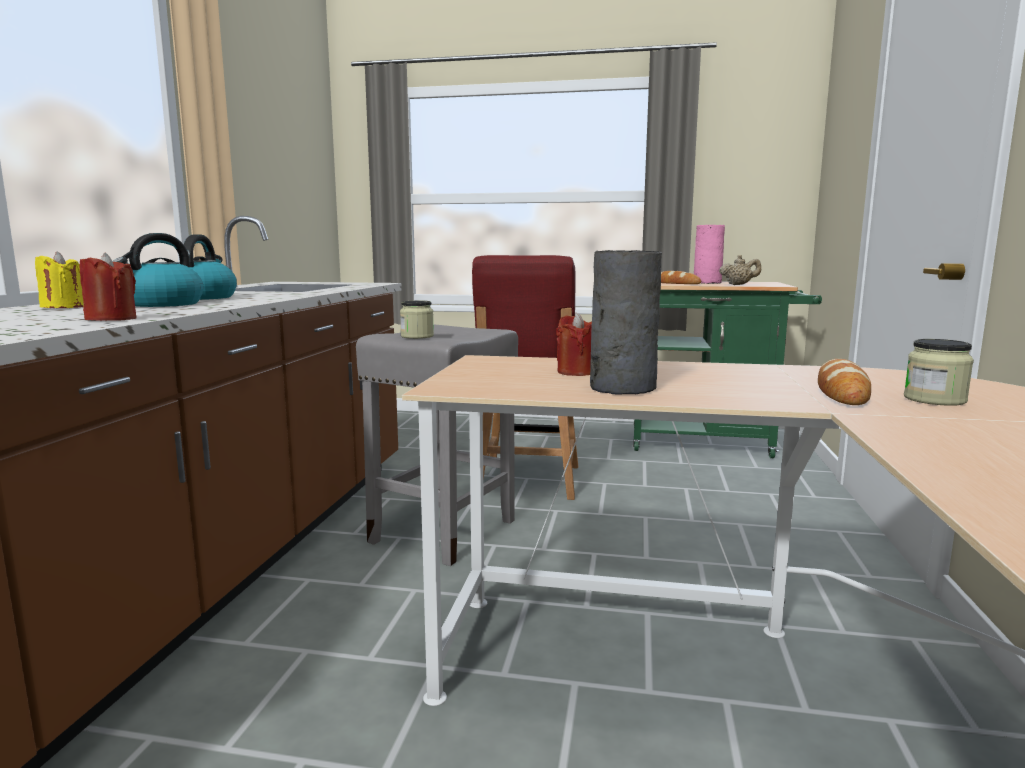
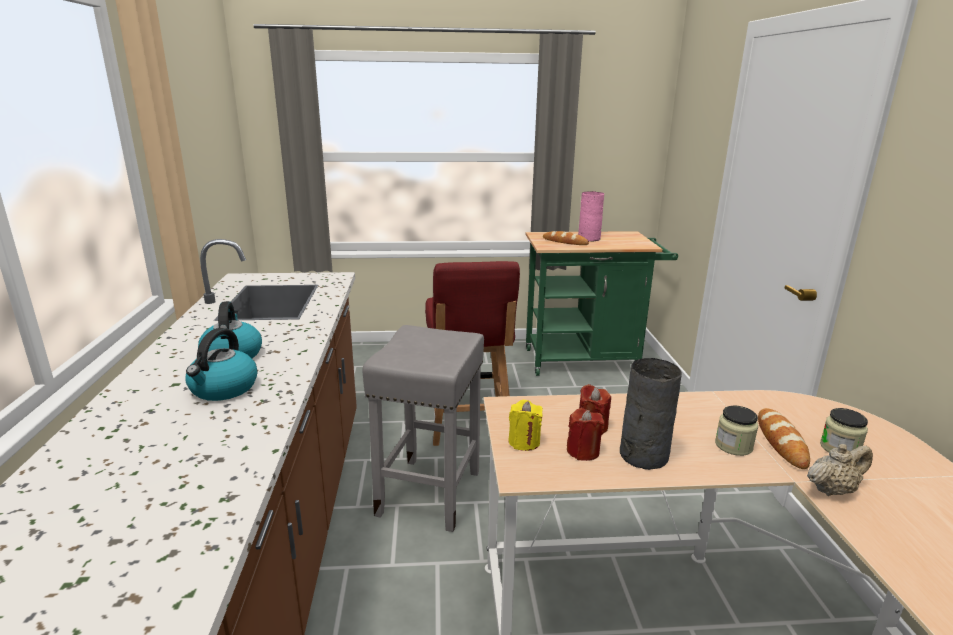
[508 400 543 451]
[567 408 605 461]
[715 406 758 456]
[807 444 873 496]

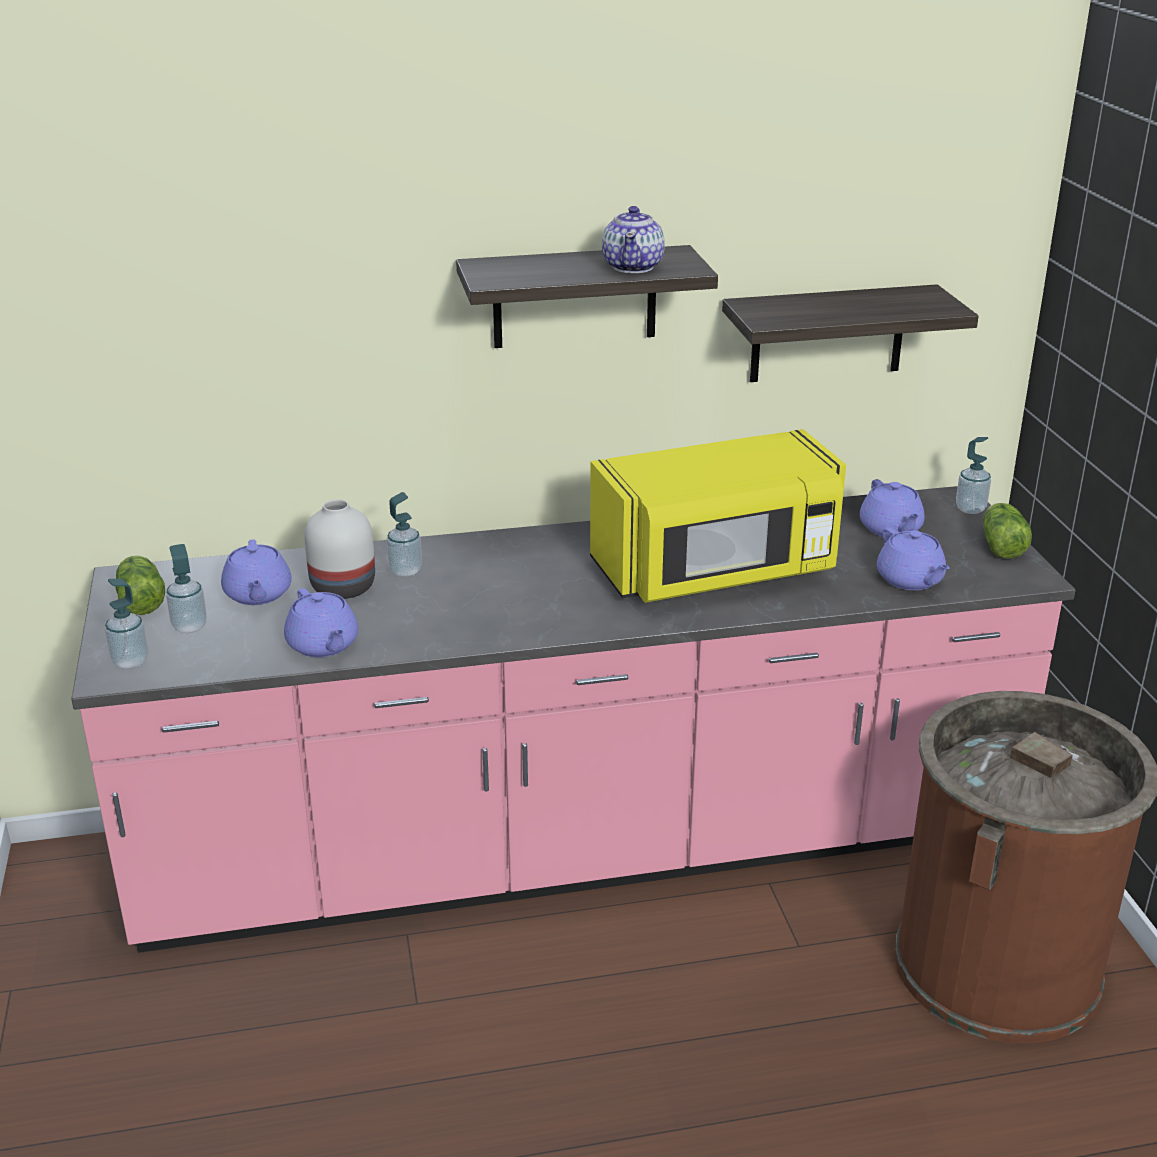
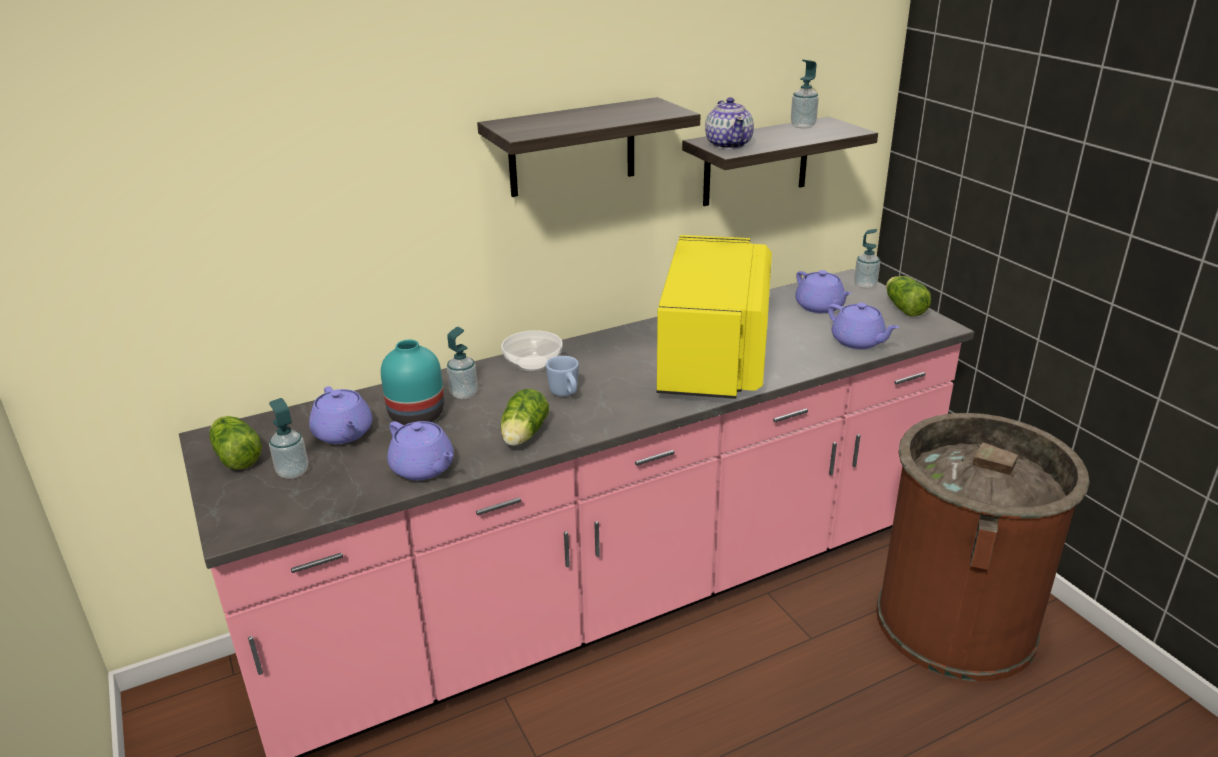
[381 340 444 425]
[500 389 549 446]
[501 330 563 371]
[546 356 579 397]
[656 235 772 399]
[705 97 754 149]
[791 60 819 129]

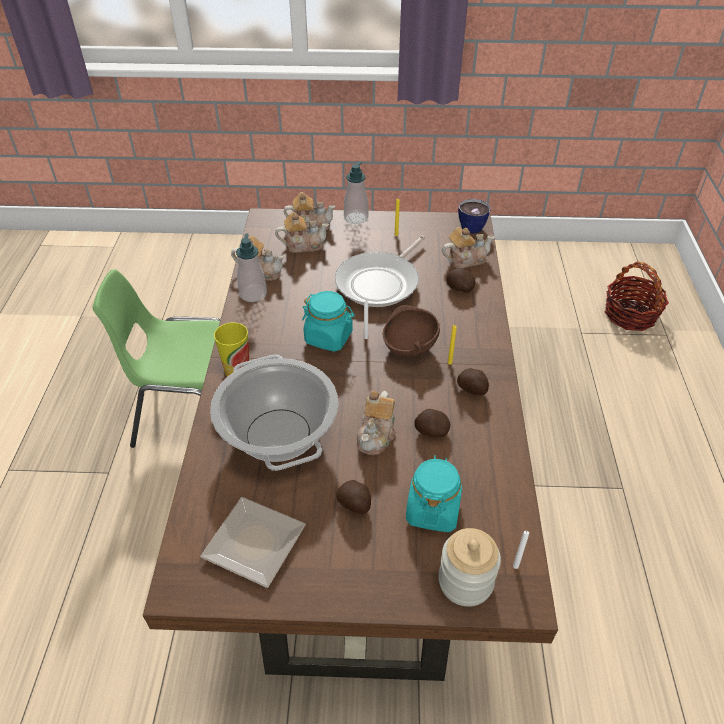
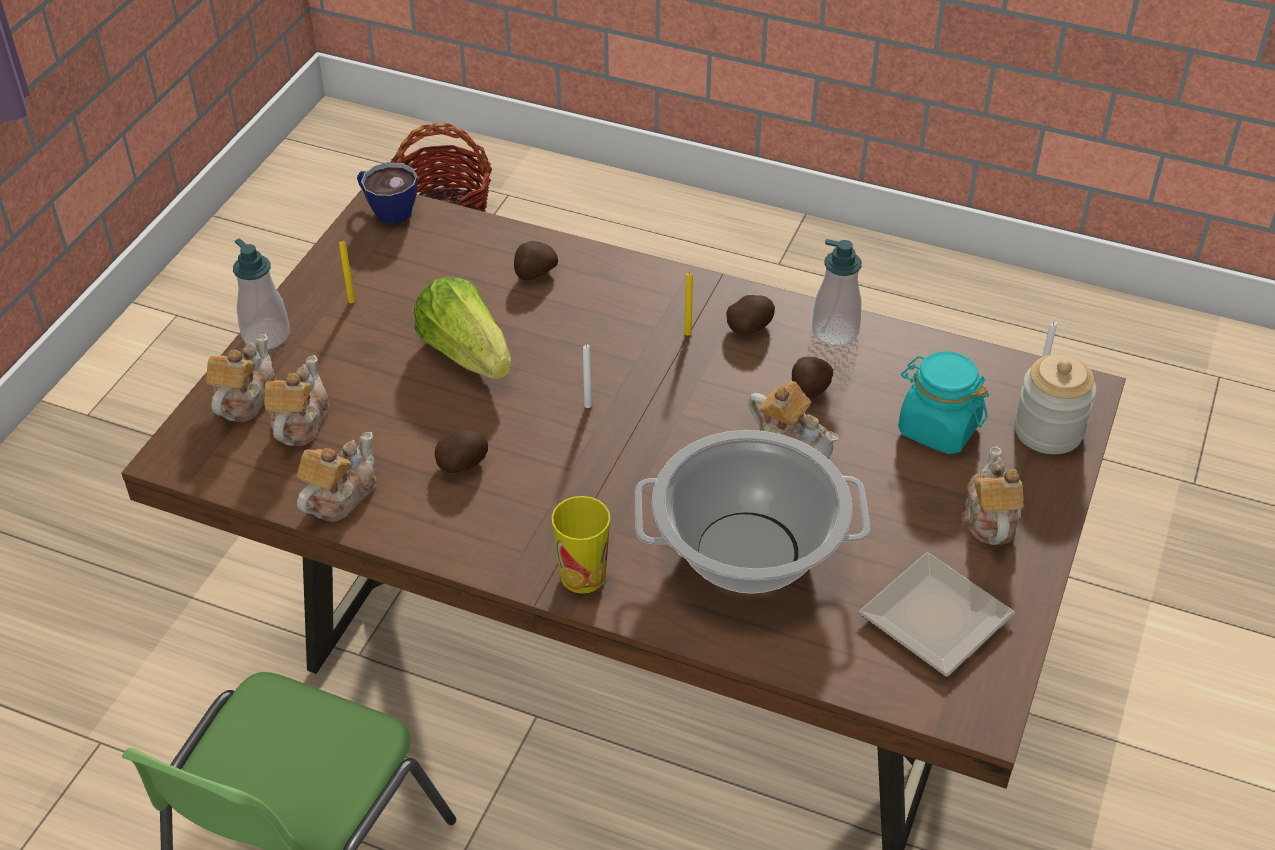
[414 276 512 380]
[435 430 488 473]
[812 239 862 346]
[961 446 1024 545]
[302 291 355 352] (first image)
[383 305 440 357] (first image)

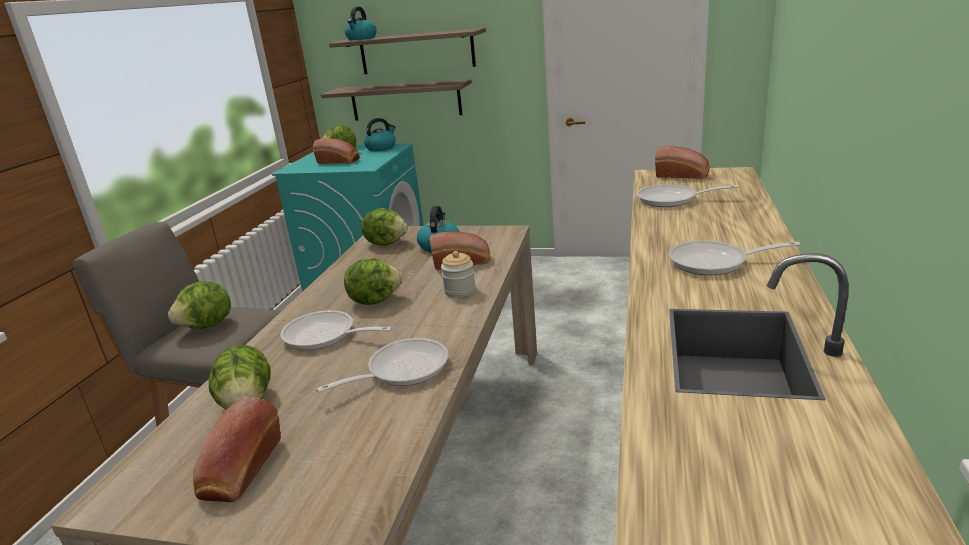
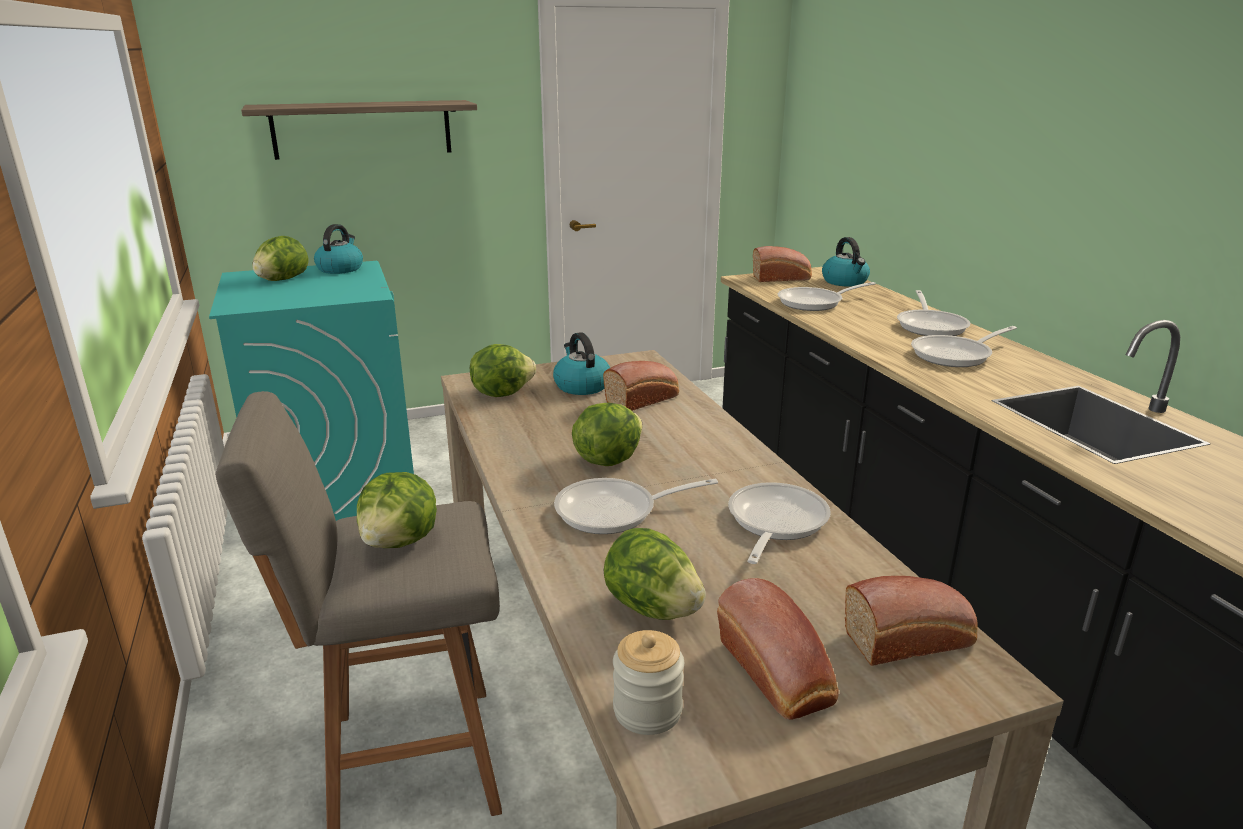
[613 630 684 735]
[822 237 870 287]
[845 576 978 666]
[897 290 970 336]
[321 79 472 121] (first image)

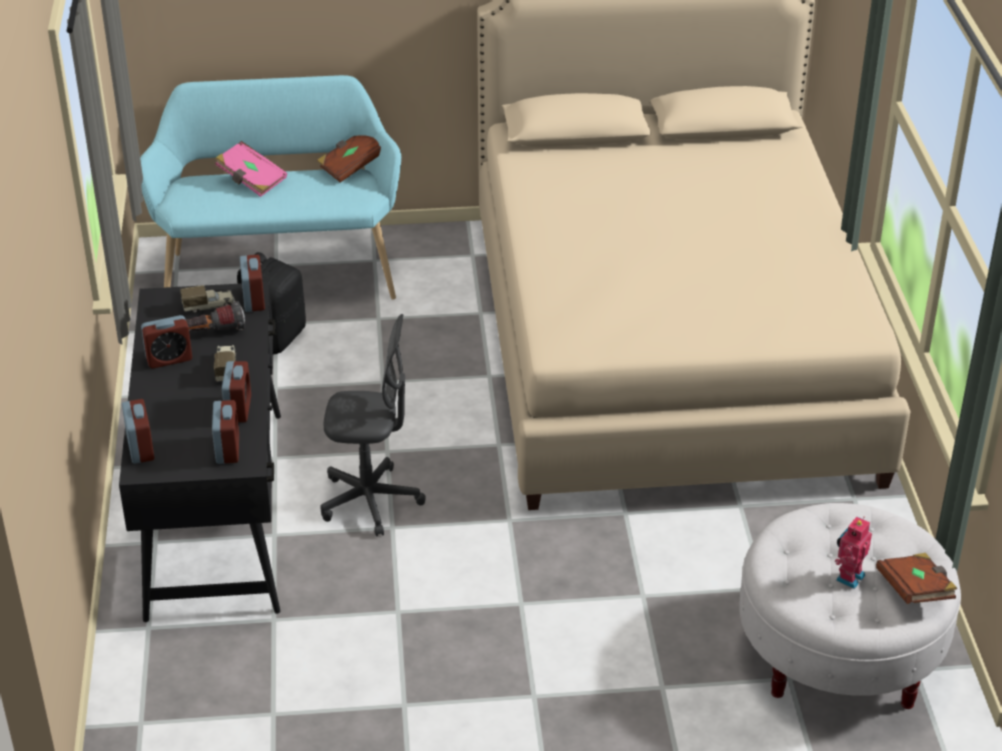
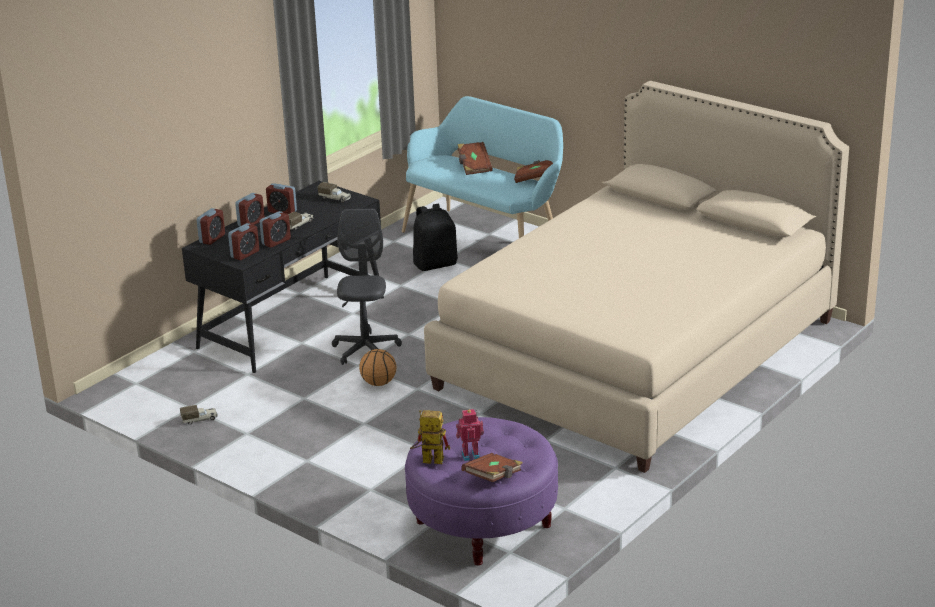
[180 405 218 425]
[235 193 265 226]
[332 209 402 365]
[359 349 396 386]
[405 417 558 565]
[410 410 450 464]
[458 142 493 175]
[186 301 245 332] (first image)

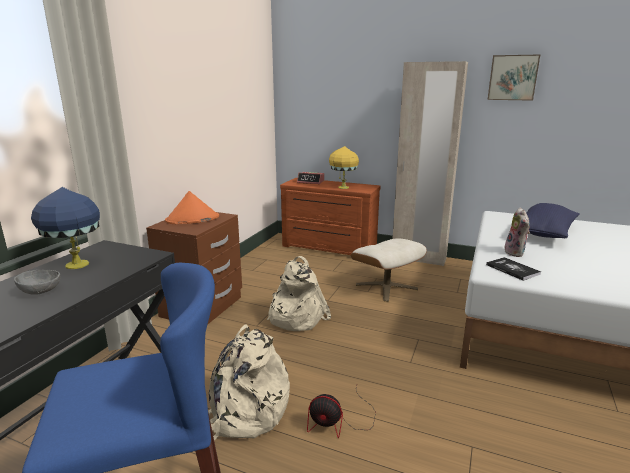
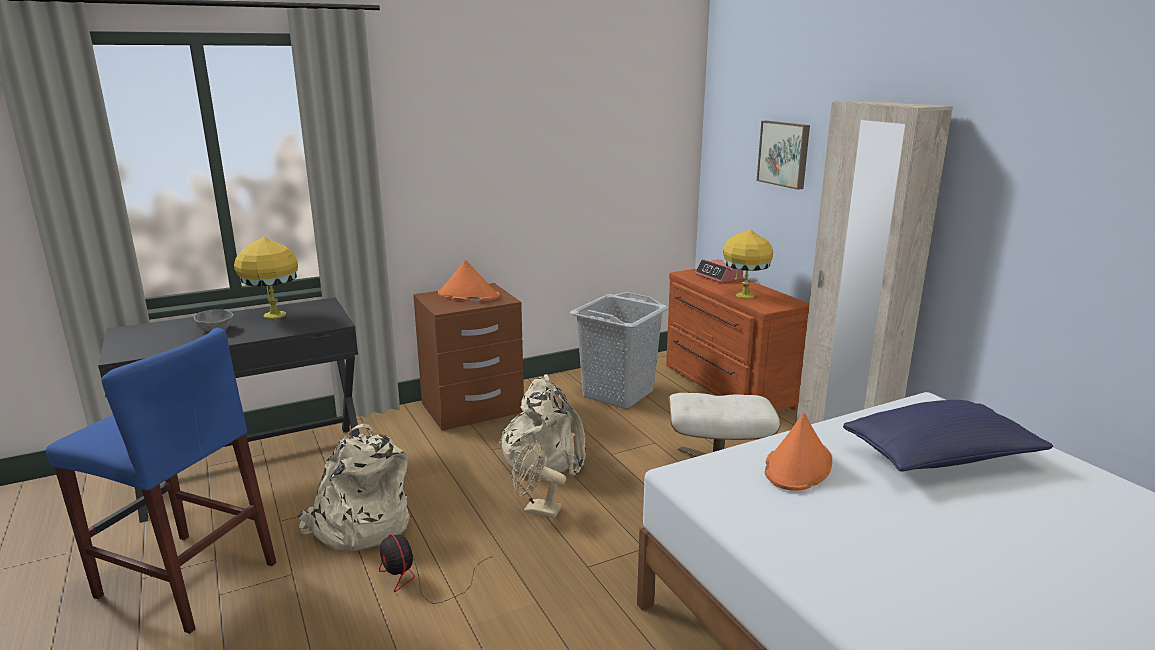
[234 237 298 319]
[512 439 566 518]
[570 292 668 408]
[756 121 810 190]
[765 413 832 491]
[486 257 541 281] (first image)

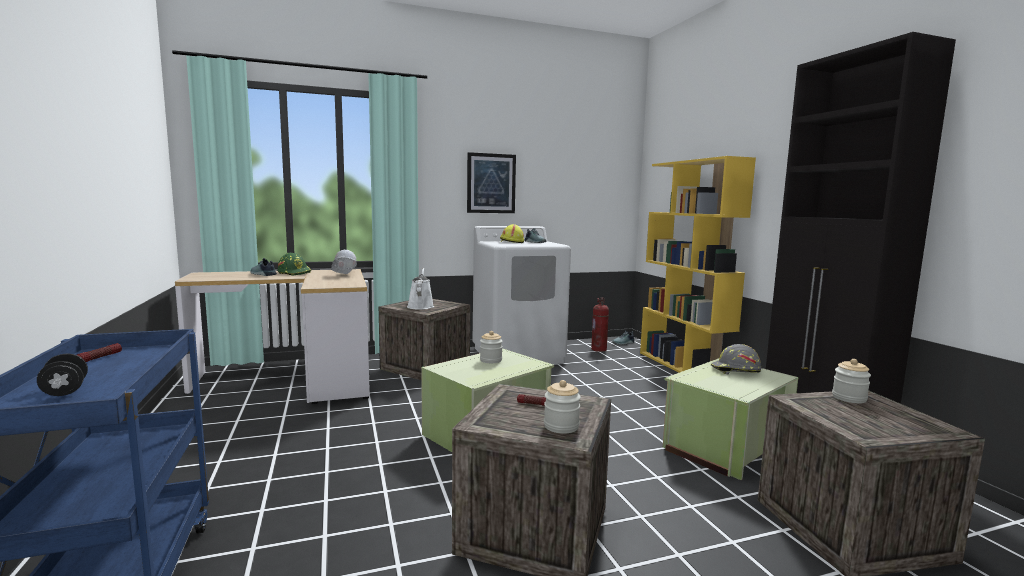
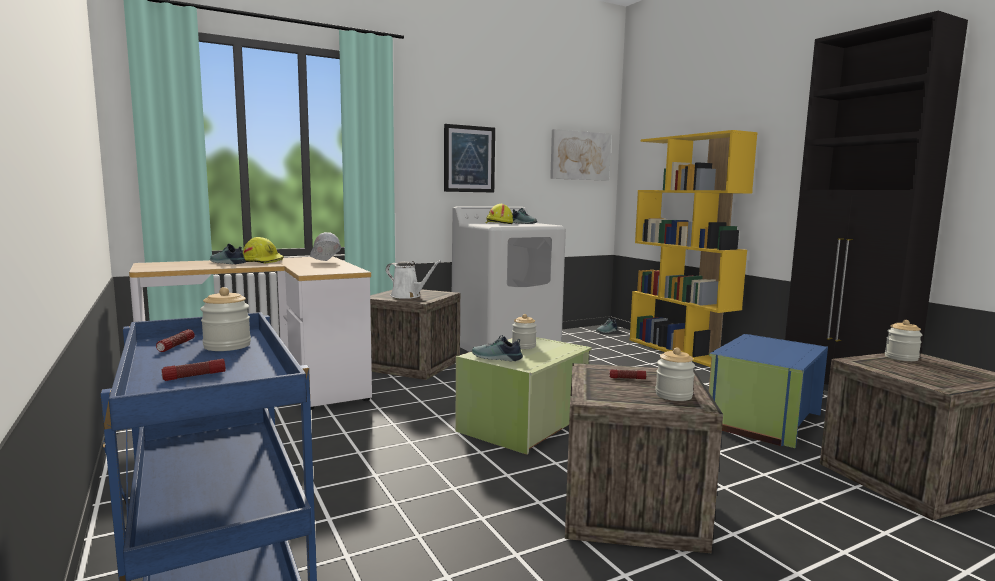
[162 359 225 381]
[200 287 251 351]
[243 237 284 263]
[386 260 441 299]
[472 335 523 361]
[550 129 611 181]
[709 334 828 448]
[591 297 609 352] (first image)
[711 344 762 374] (first image)

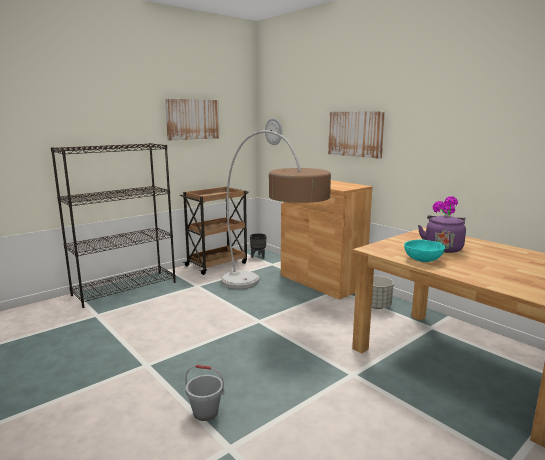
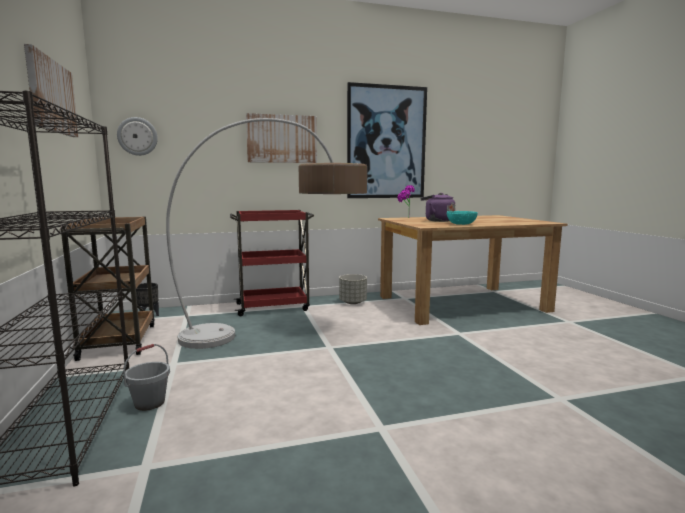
[123 344 170 411]
[230 210 314 316]
[347 82 427 198]

